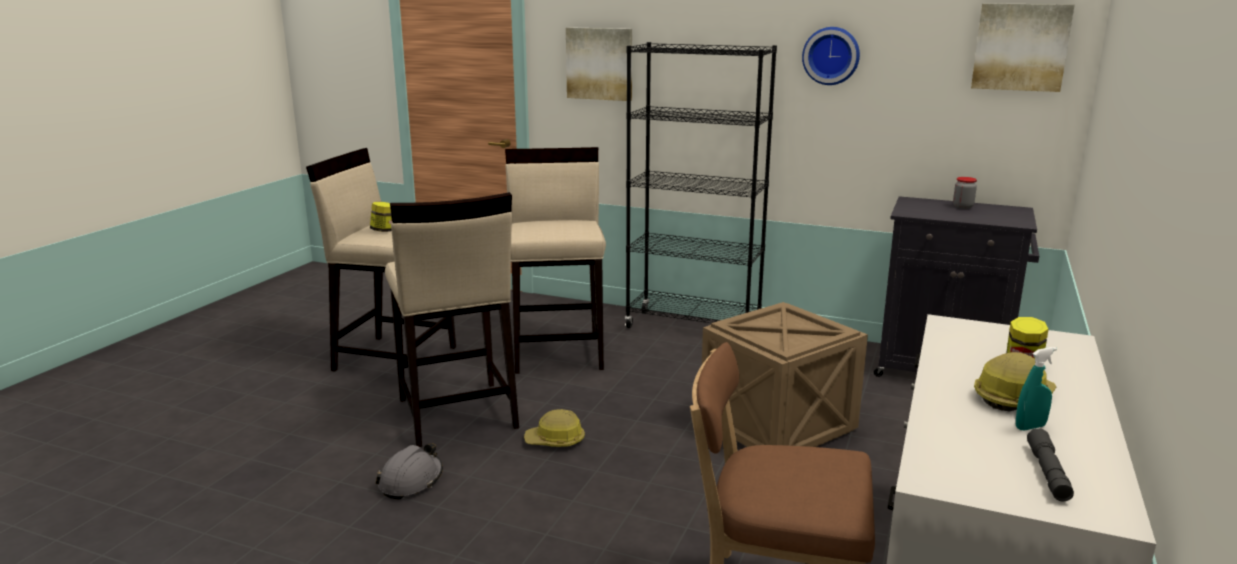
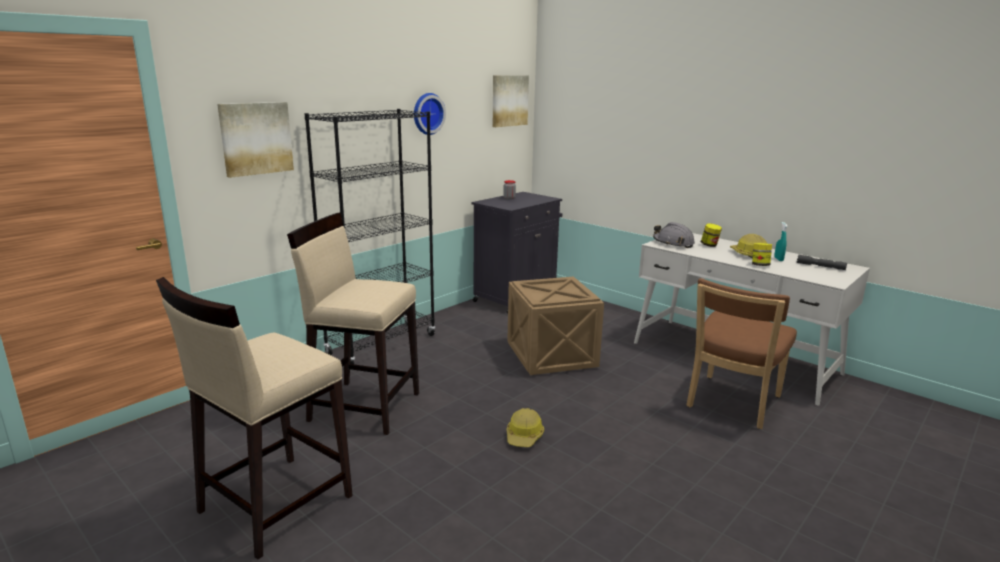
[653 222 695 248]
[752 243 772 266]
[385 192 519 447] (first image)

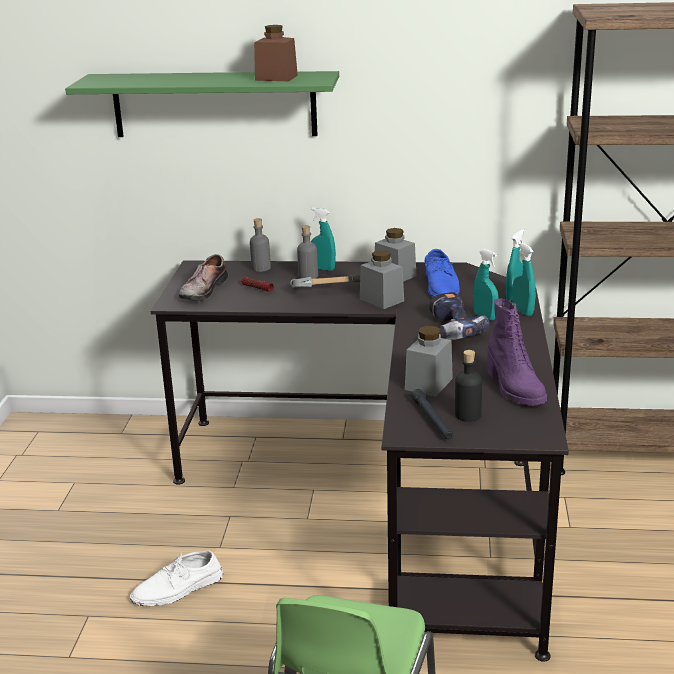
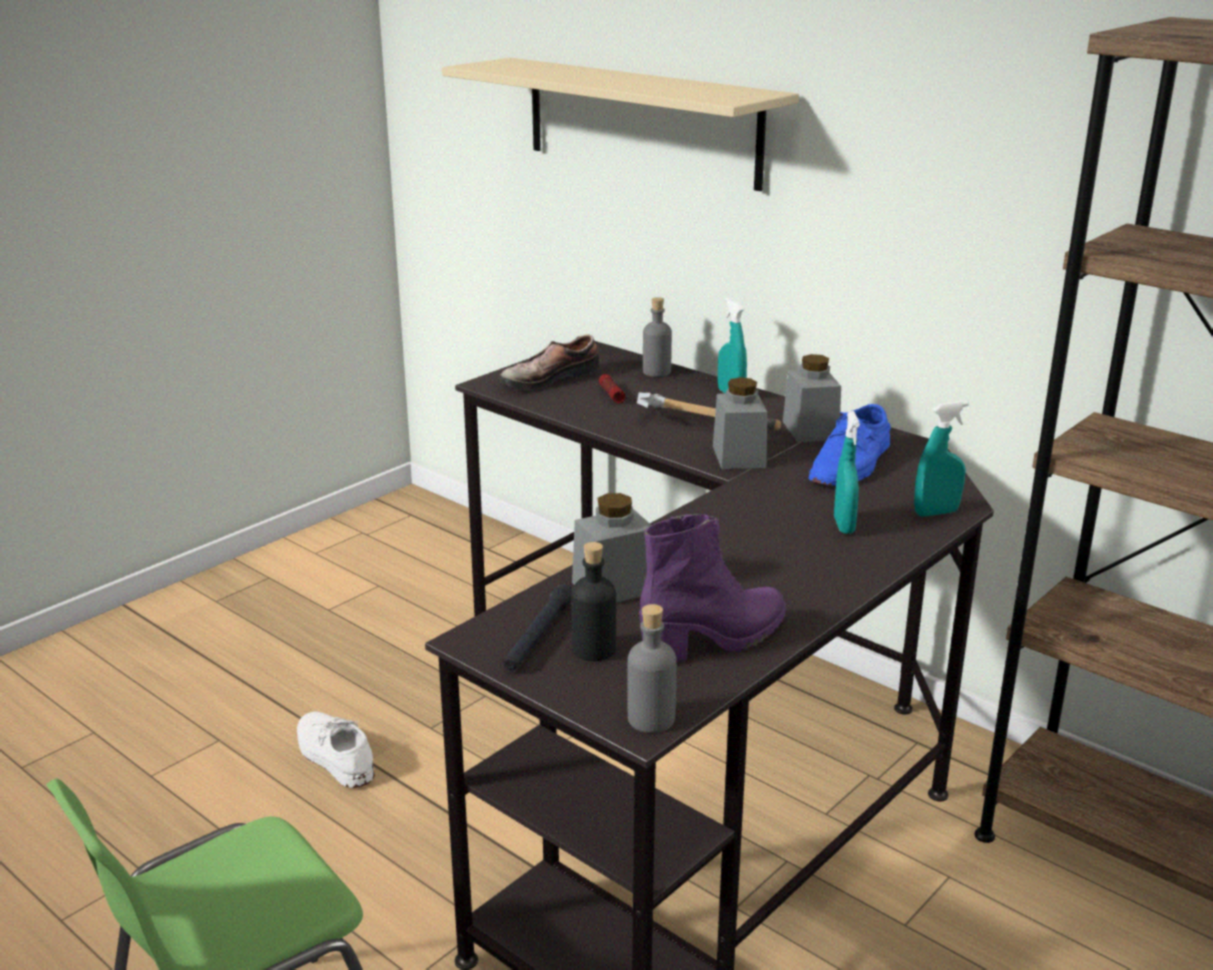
[297 711 375 788]
[442 58 799 191]
[627 604 676 733]
[639 514 785 662]
[254 25 298 81] (first image)
[429 292 490 340] (first image)
[513 242 536 316] (first image)

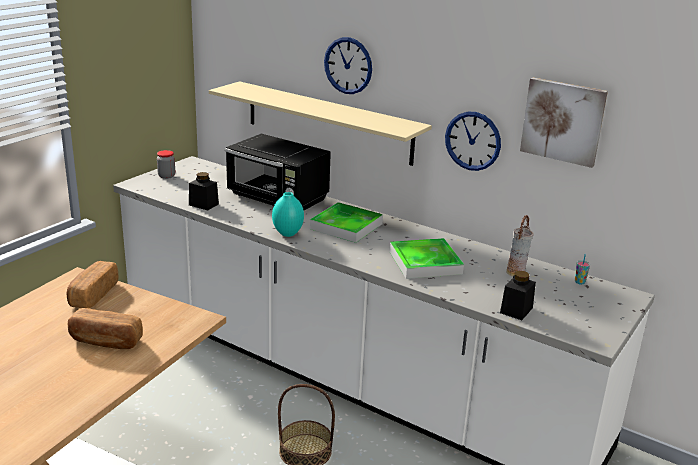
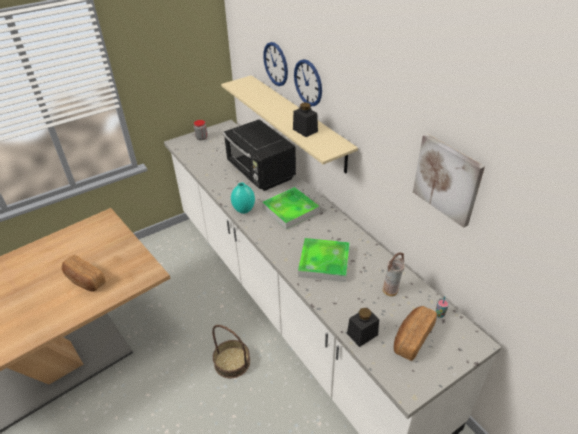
[263 42 288 86]
[293 102 318 137]
[394 306 437 361]

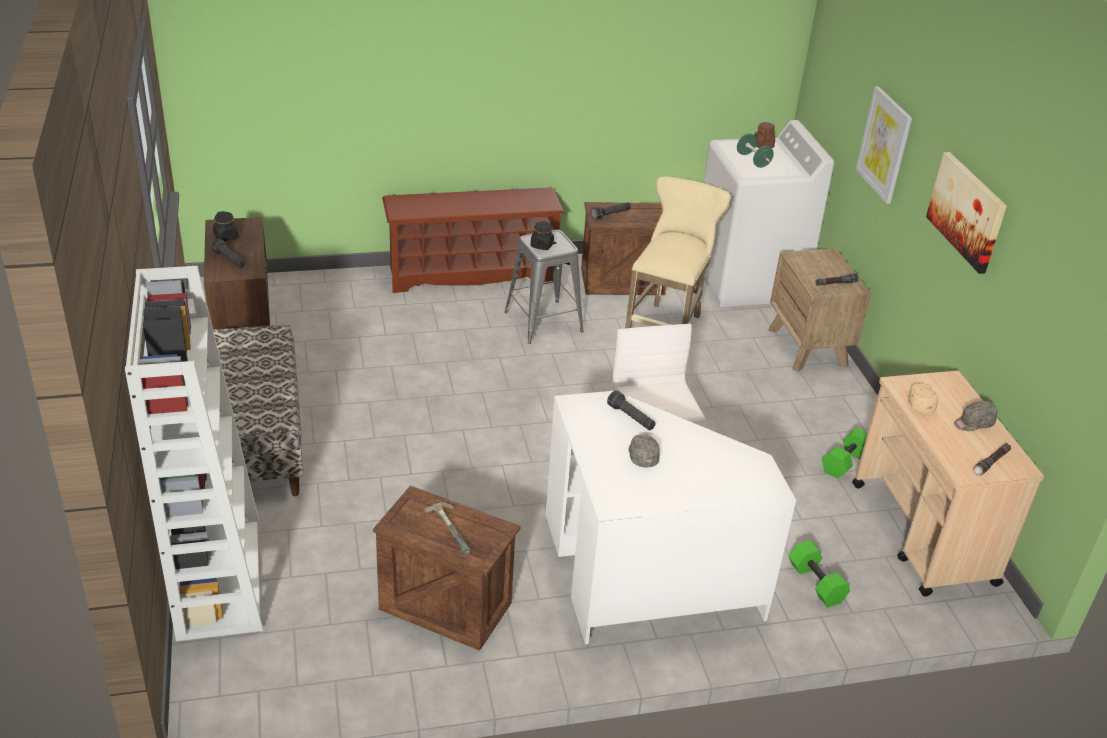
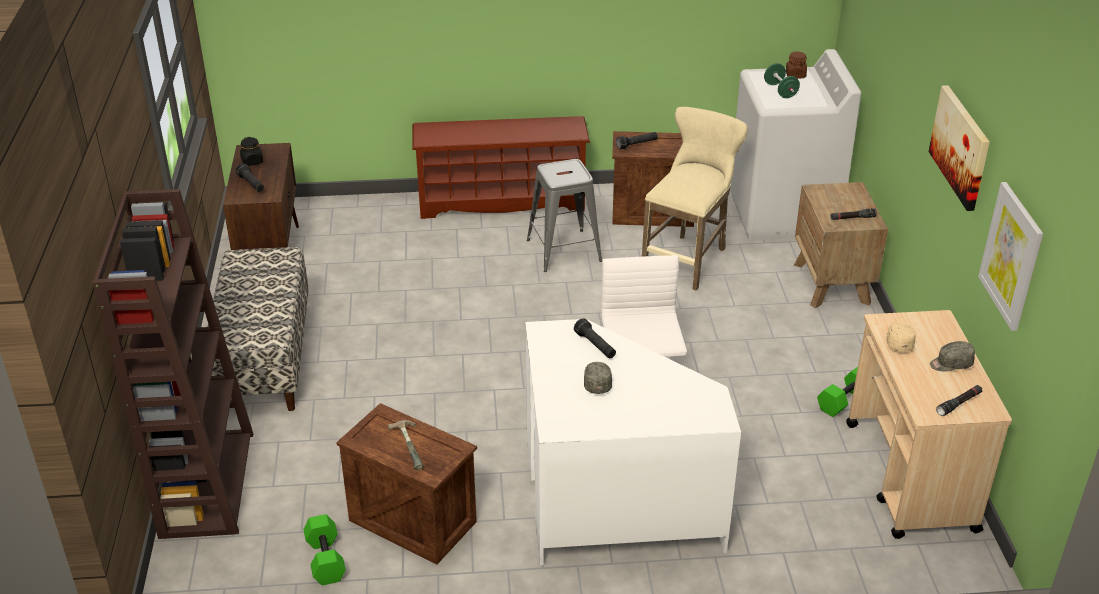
[92 189 253 539]
[303 514 346 585]
[978 182 1043 331]
[531 221 554 250] (first image)

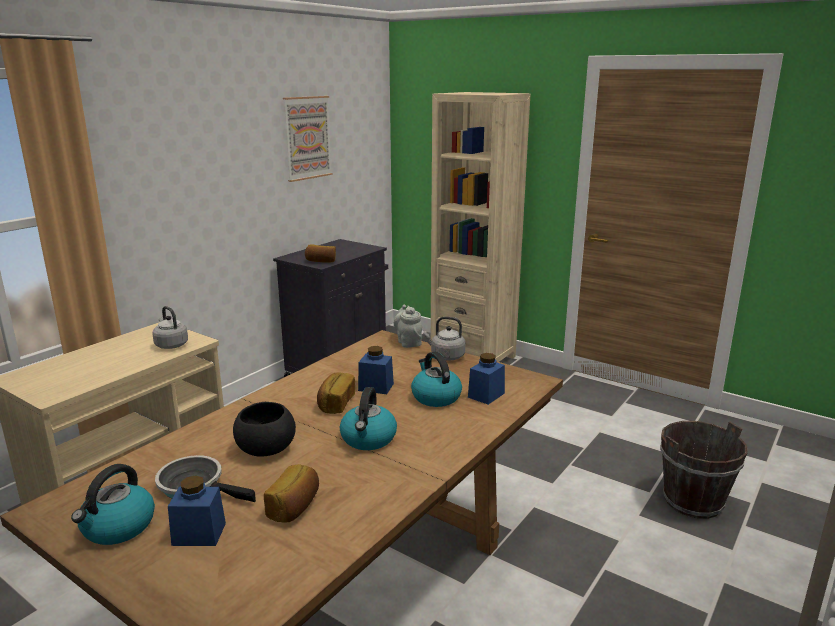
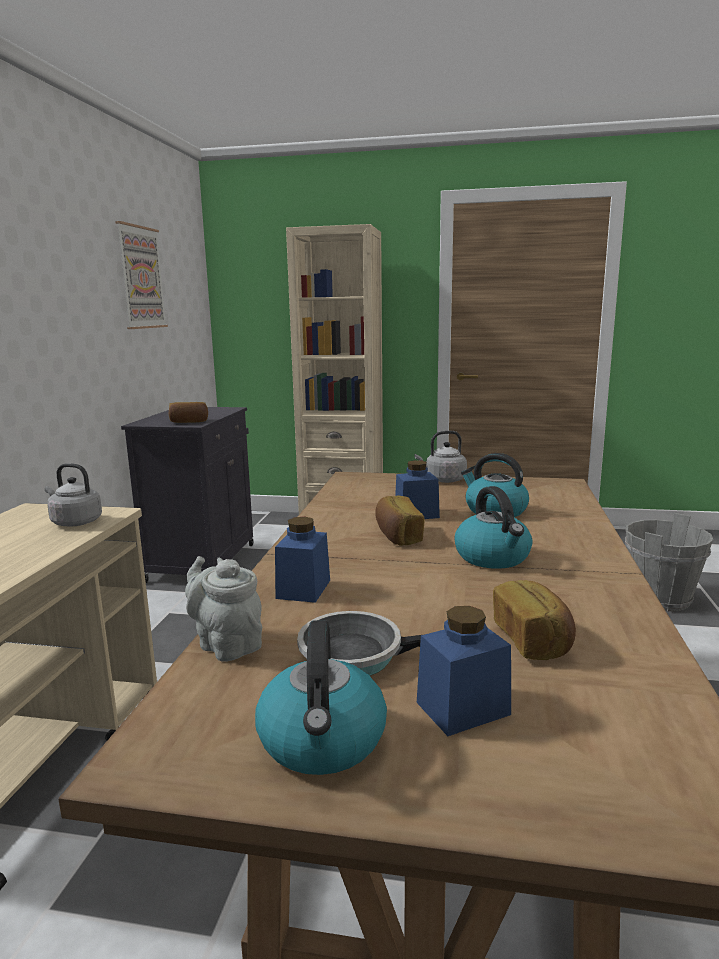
[185 556 262 662]
[275 517 330 603]
[625 513 713 611]
[233 402 296 456] (first image)

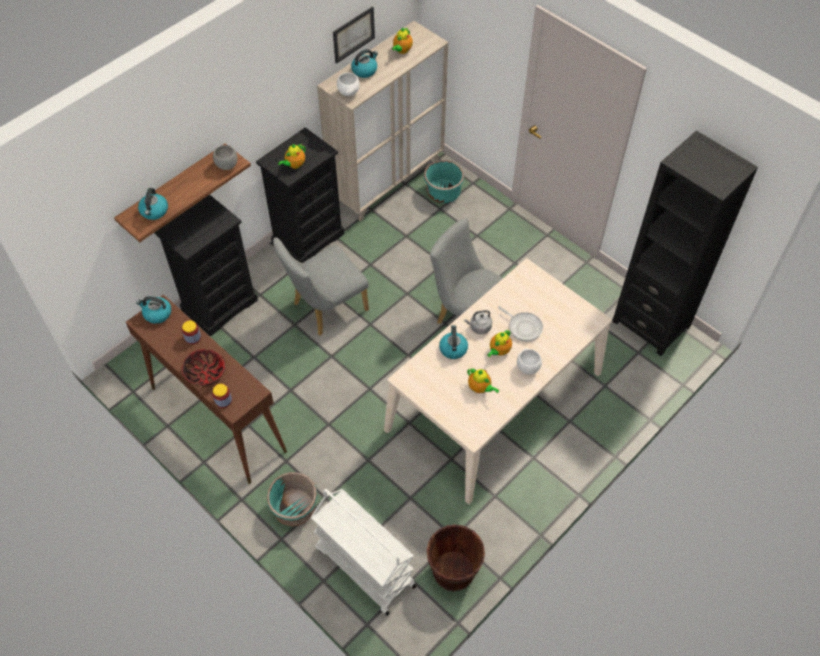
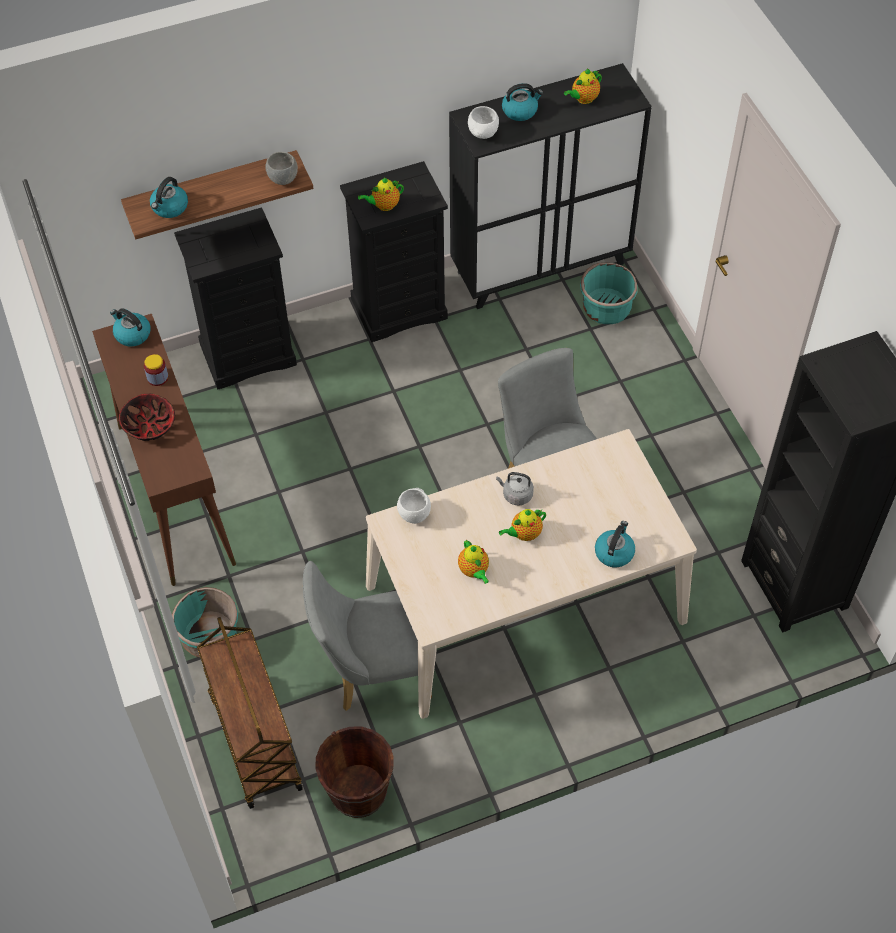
[197 617 303 809]
[303 561 432 711]
[397 488 431 524]
[449 63 652 309]
[595 521 635 567]
[212 384 232 408] (first image)
[333 6 375 64] (first image)
[498 306 543 342] (first image)

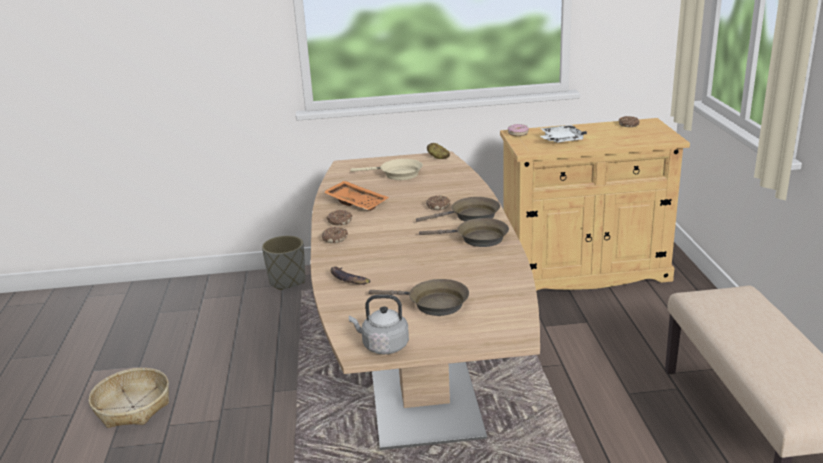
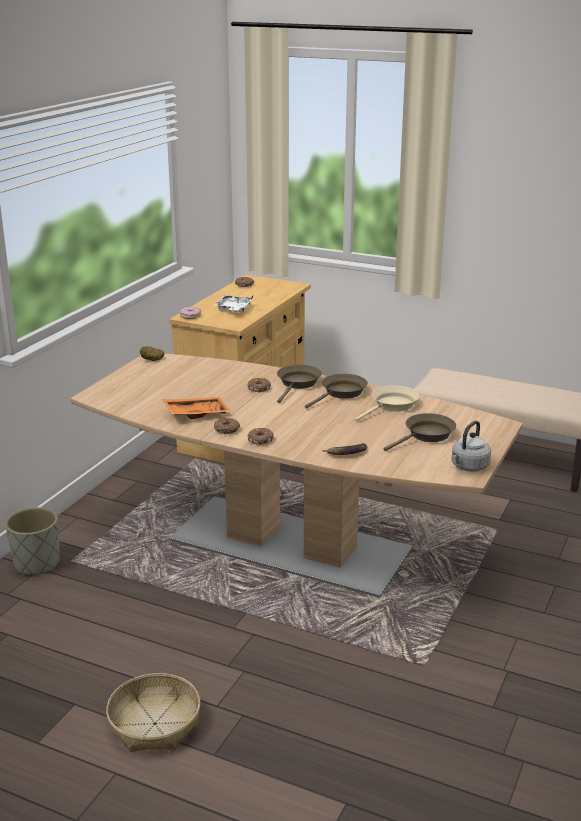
[355 385 419 421]

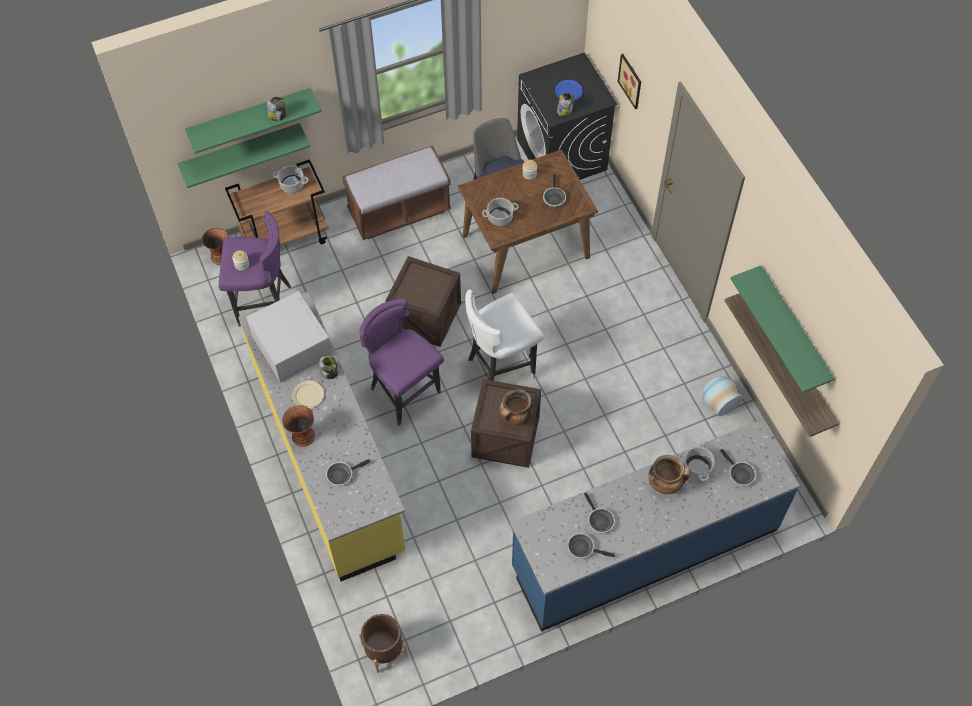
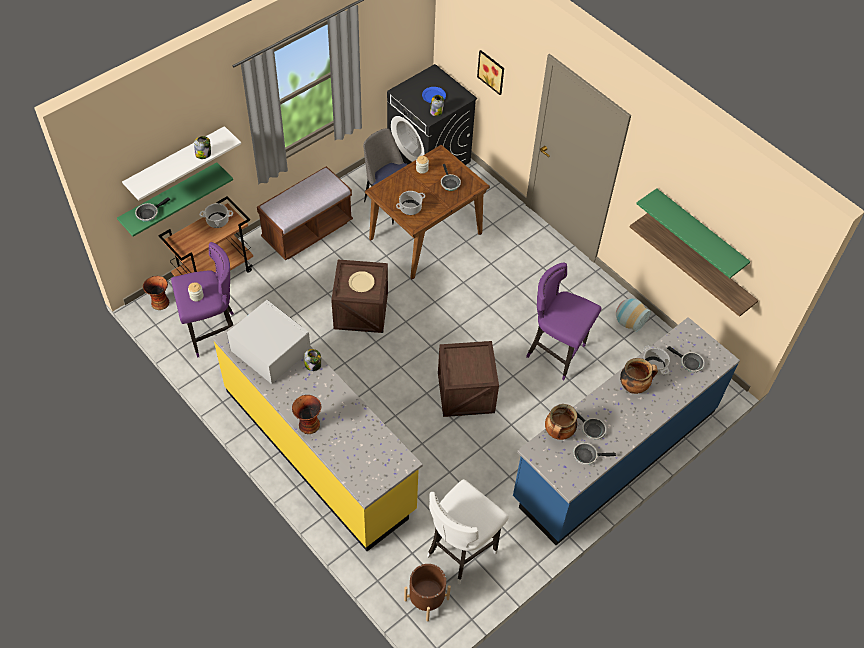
[122 126 241 201]
[135 197 170 222]
[349 271 375 292]
[427 479 509 584]
[526 263 602 380]
[545 404 577 440]

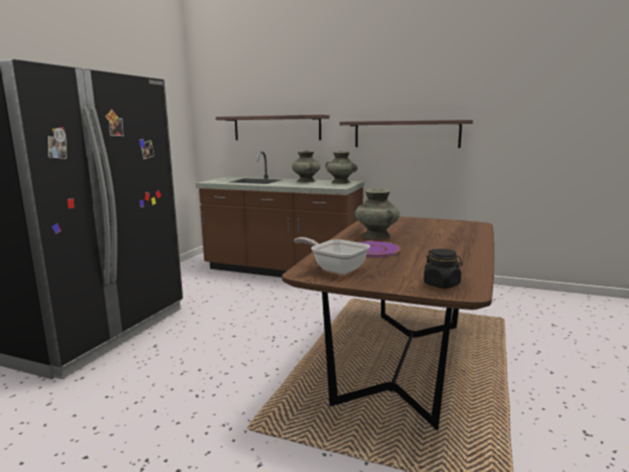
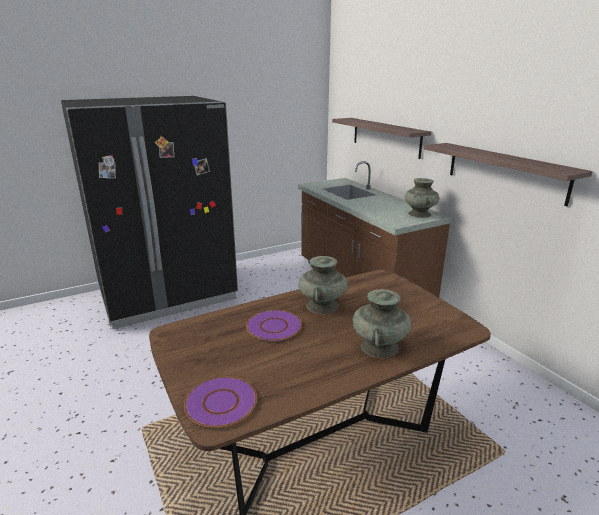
[184 377 257 428]
[353 289 411 358]
[294 237 370 274] (first image)

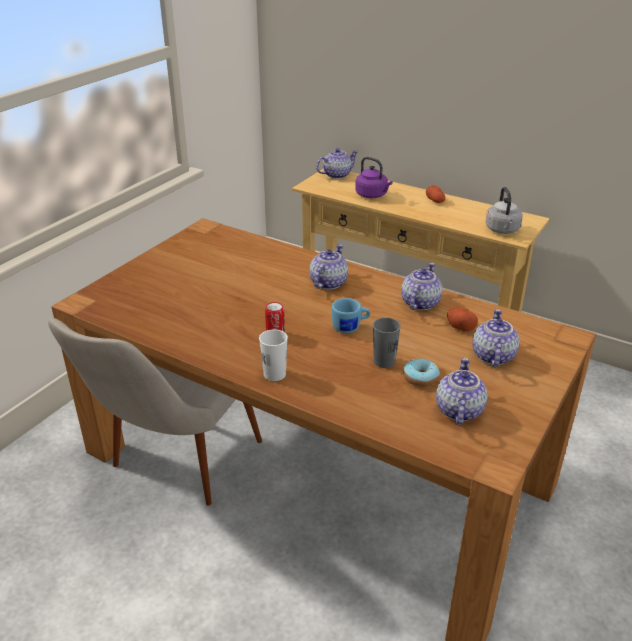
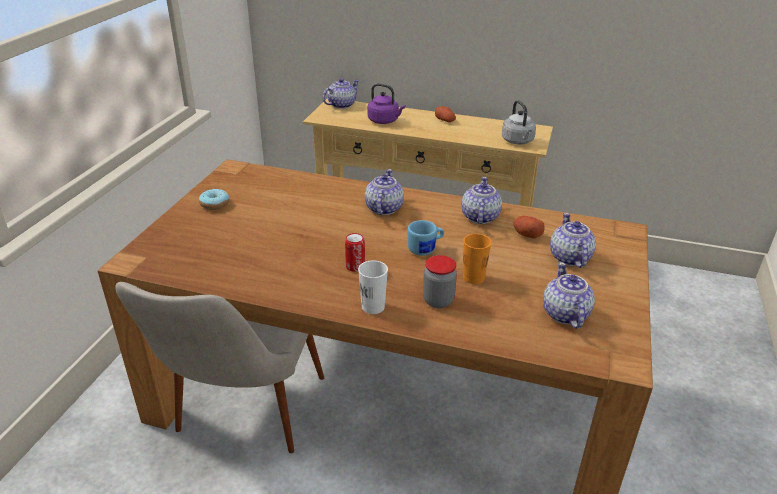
[199 189 229 210]
[423 255 457 308]
[463 234 492 284]

